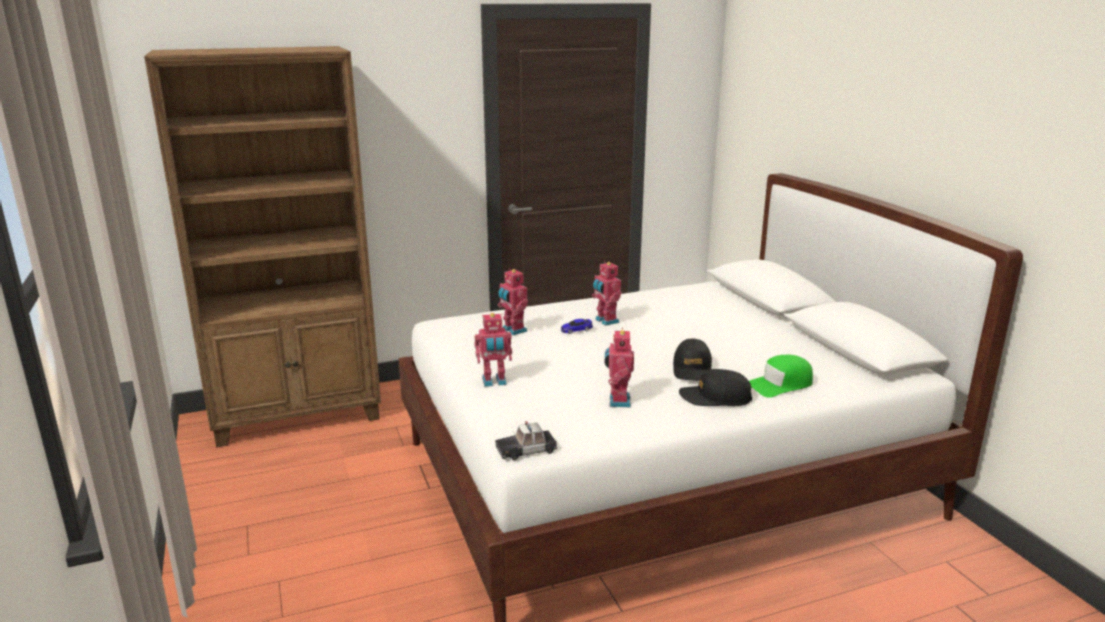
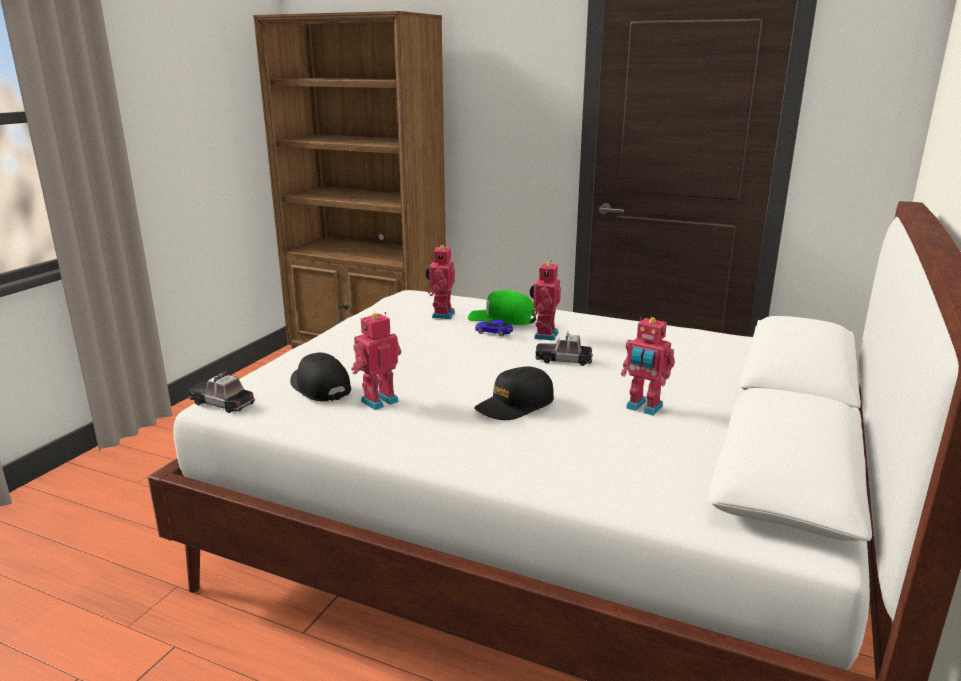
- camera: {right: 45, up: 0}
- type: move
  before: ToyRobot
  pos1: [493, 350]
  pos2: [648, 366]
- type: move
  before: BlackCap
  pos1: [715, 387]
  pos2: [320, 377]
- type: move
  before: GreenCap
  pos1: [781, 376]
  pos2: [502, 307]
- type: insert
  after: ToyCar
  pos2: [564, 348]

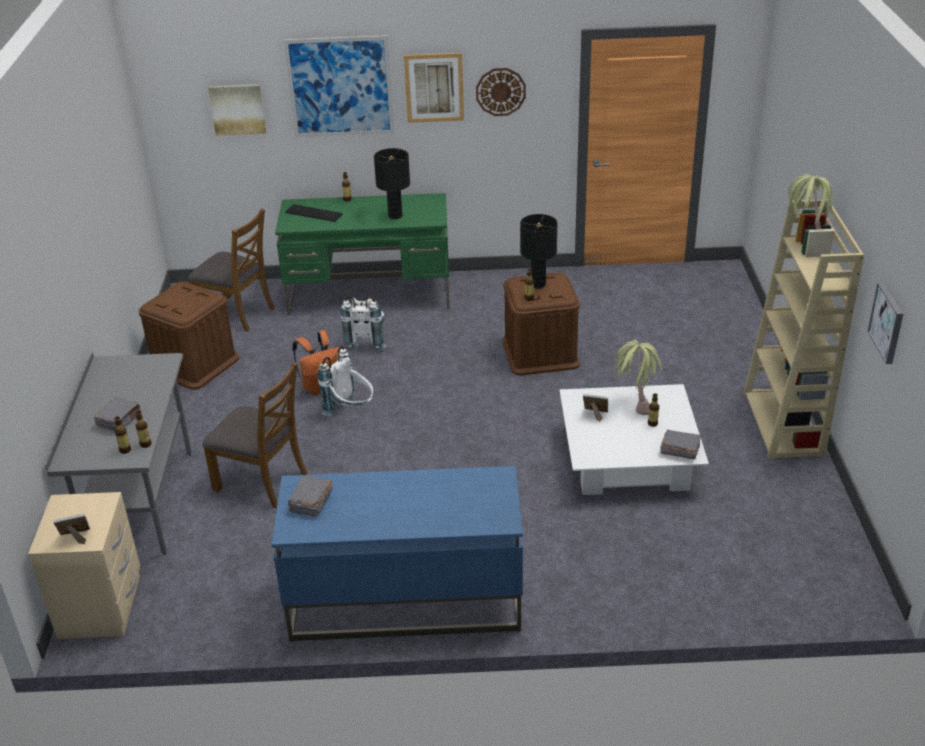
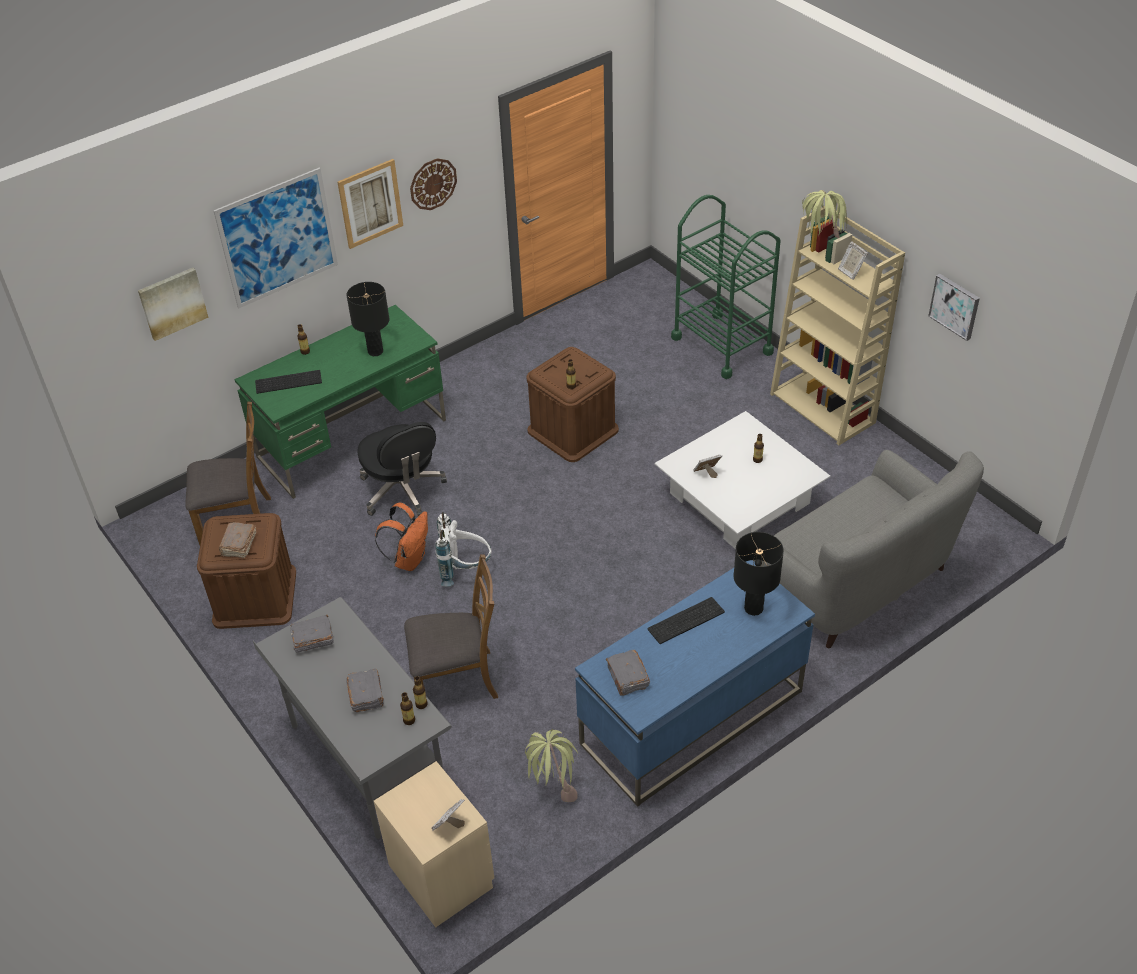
- camera: {right: -35, up: 10}
- type: replace
  before: WhiteBackpack
  after: BlackOfficeChair
  pos1: [363, 324]
  pos2: [402, 469]
- type: move
  before: BlackTableLamp
  pos1: [539, 251]
  pos2: [758, 574]
- type: move
  before: PottedPlant
  pos1: [638, 377]
  pos2: [551, 765]
- type: move
  before: GreyBook
  pos1: [680, 444]
  pos2: [312, 634]
- type: insert
  after: BrownBook
  pos2: [237, 540]
- type: insert
  after: Keyboard
  pos2: [686, 620]
- type: insert
  after: GreenCart
  pos2: [726, 287]
- type: insert
  after: GreySofa
  pos2: [868, 549]
- type: insert
  after: PictureFrame
  pos2: [853, 260]

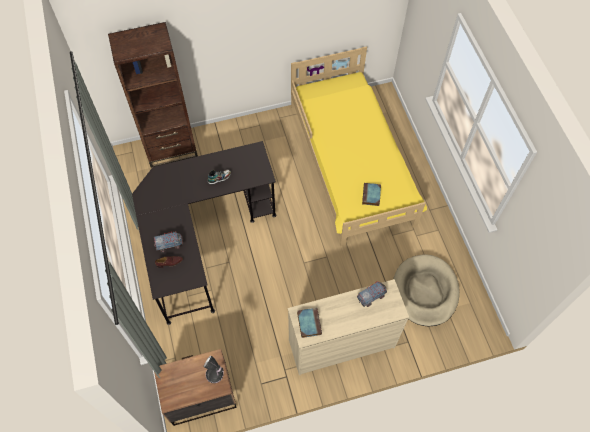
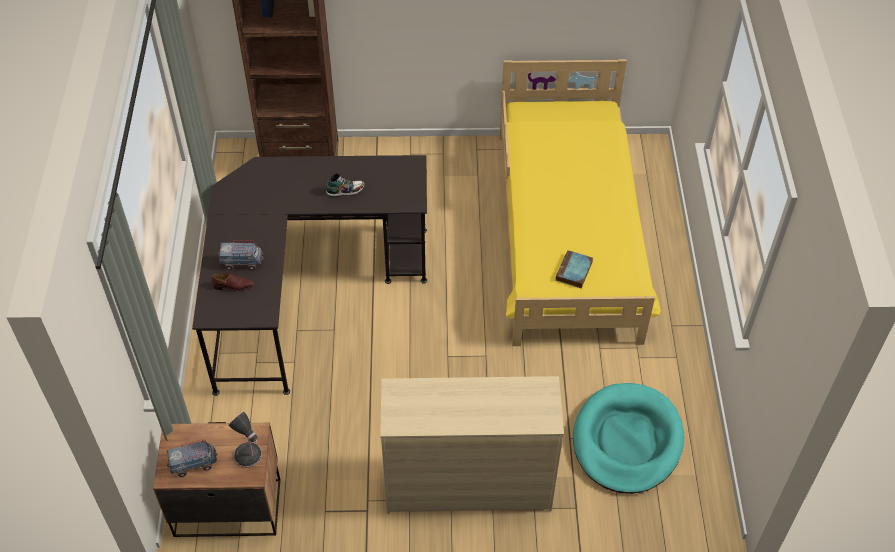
- camera: {right: 15, up: -10}
- type: delete
  before: Book
  pos1: [309, 323]
- type: move
  before: ToyTruck
  pos1: [372, 294]
  pos2: [192, 458]
- type: recolor
  before: BeigeDogBed
  after: TurquoiseDogBed
  pos1: [427, 290]
  pos2: [628, 438]

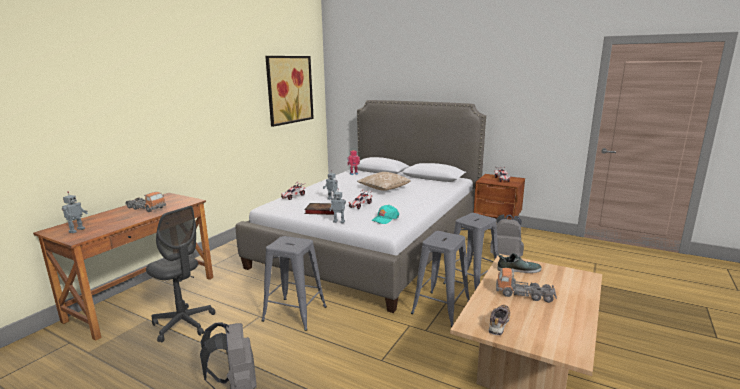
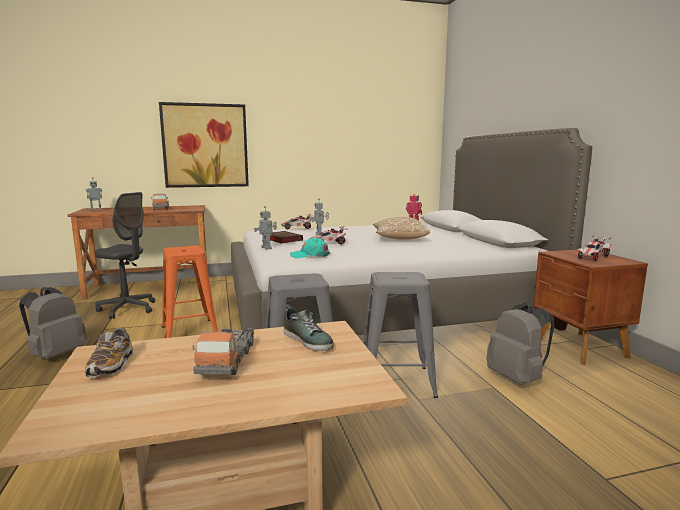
- camera: {right: 45, up: -5}
- type: rotate
  before: GreyOfficeChair
  pos1: [180, 274]
  pos2: [125, 255]
  turn: -60
- type: recolor
  before: GreyStool
  after: OrangeStool
  pos1: [294, 283]
  pos2: [190, 291]
- type: move
  before: Picture
  pos1: [289, 91]
  pos2: [204, 145]
- type: rotate
  before: Shoe
  pos1: [499, 320]
  pos2: [109, 352]
  turn: 105
- type: rotate
  before: ToyTruck
  pos1: [526, 285]
  pos2: [223, 351]
  turn: -150

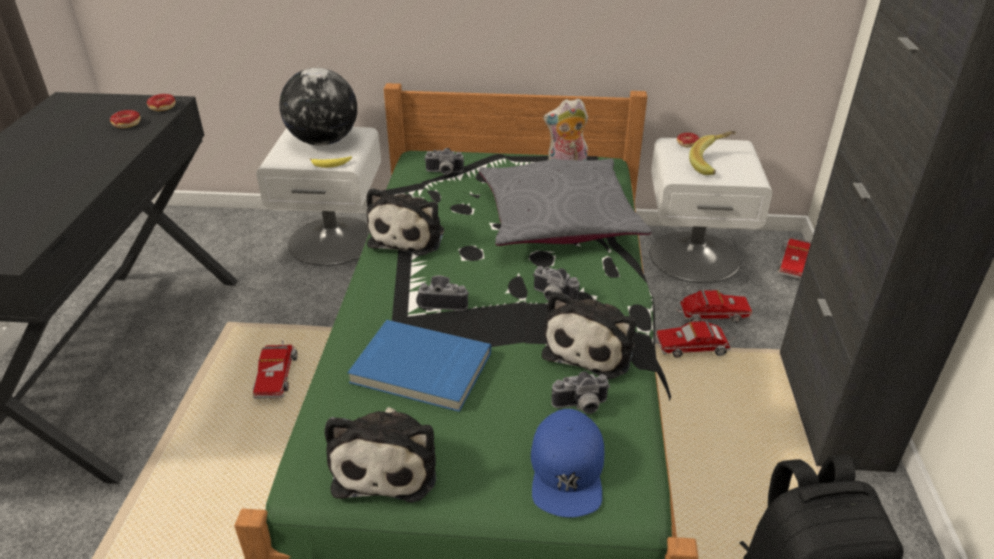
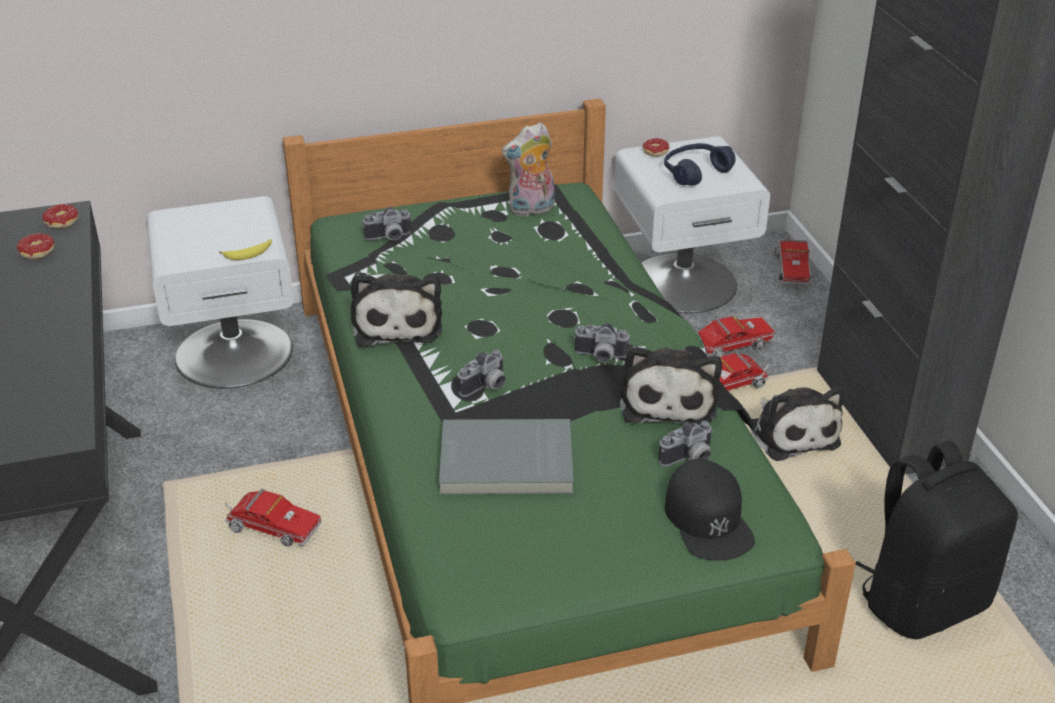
- camera: {right: -20, up: 0}
- type: rotate
  before: ToyTruck
  pos1: [274, 369]
  pos2: [273, 518]
  turn: -45
- type: delete
  before: Globe
  pos1: [318, 107]
- type: move
  before: PlushToy
  pos1: [380, 455]
  pos2: [797, 424]
- type: recolor
  before: BlueBook
  after: GreyBook
  pos1: [419, 366]
  pos2: [506, 457]
- type: rotate
  before: PhotoCamera
  pos1: [443, 293]
  pos2: [481, 373]
  turn: 150
- type: delete
  before: GreyPillow
  pos1: [565, 202]
- type: recolor
  before: BlueCap
  after: BlackCap
  pos1: [567, 463]
  pos2: [710, 509]
- type: replace
  before: Banana
  after: BlueHeadphones
  pos1: [712, 153]
  pos2: [700, 164]

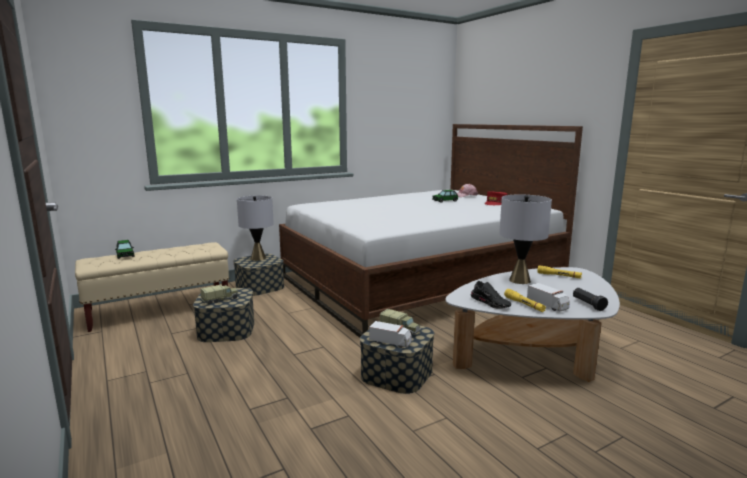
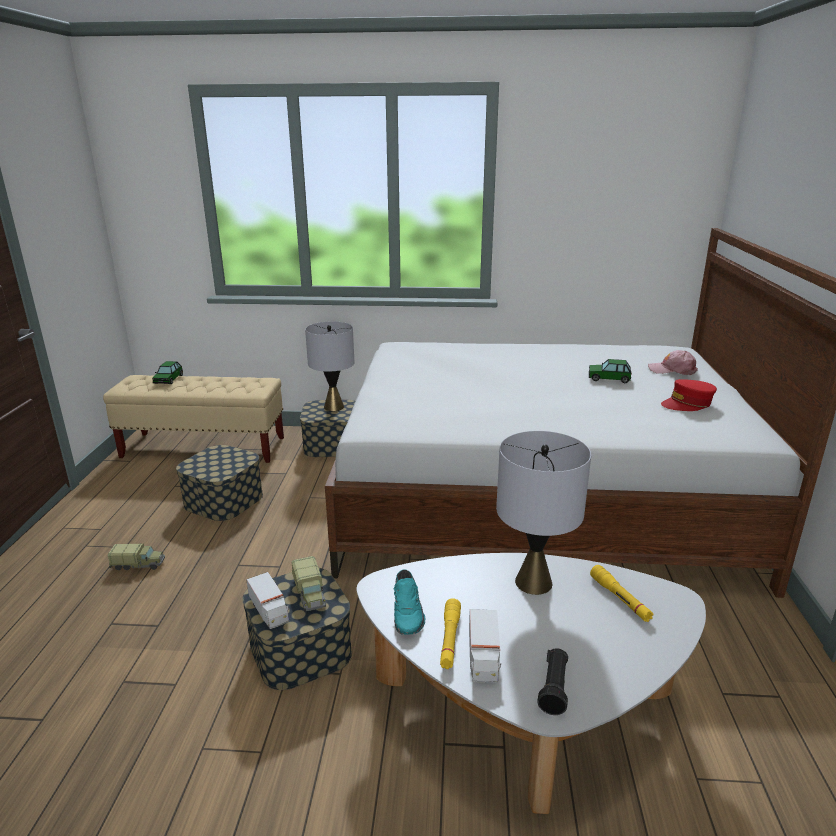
- camera: {right: 35, up: 10}
- type: move
  before: ToyTruck
  pos1: [219, 295]
  pos2: [136, 557]
- type: recolor
  before: BlackShoe
  after: TurquoiseShoe
  pos1: [491, 295]
  pos2: [409, 602]

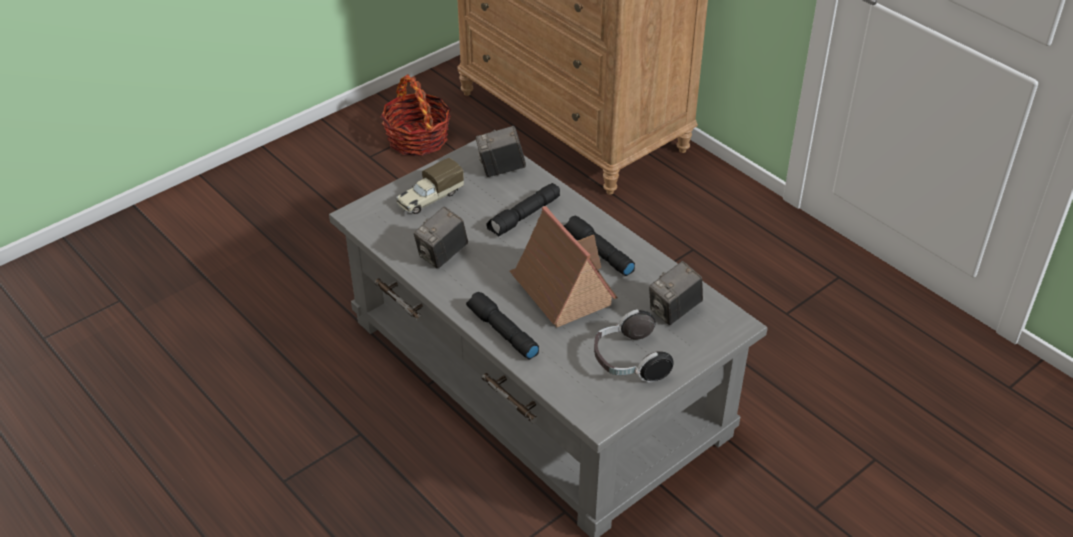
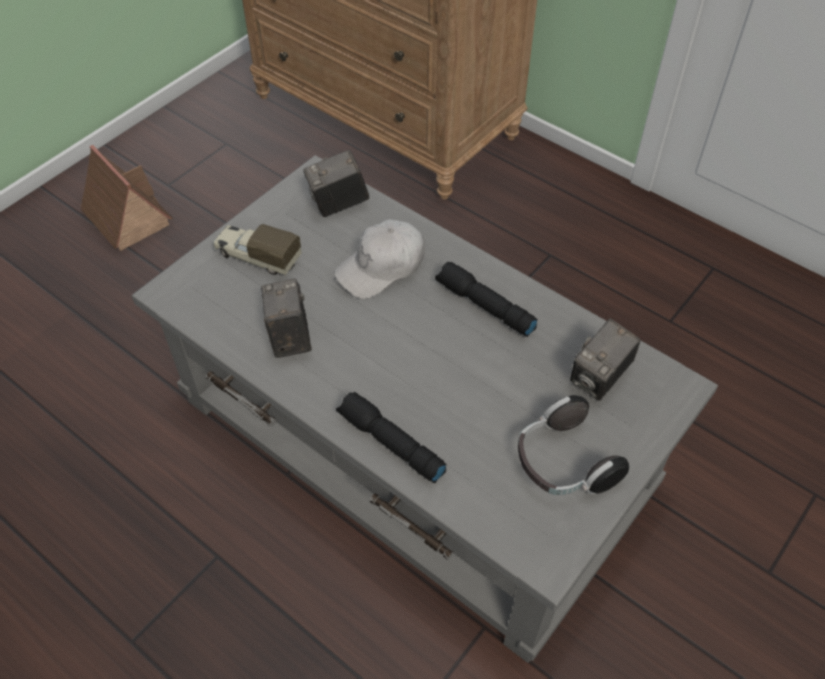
- camera: {right: -10, up: 10}
- type: delete
  before: Basket
  pos1: [415, 115]
- type: rotate
  before: ToyTruck
  pos1: [430, 186]
  pos2: [257, 249]
  turn: 75
- type: rotate
  before: PhotoCamera
  pos1: [441, 238]
  pos2: [286, 318]
  turn: 135
- type: replace
  before: BlackFlashlight
  after: WhiteCap
  pos1: [523, 210]
  pos2: [379, 259]
- type: move
  before: ToyHouse
  pos1: [563, 267]
  pos2: [127, 198]

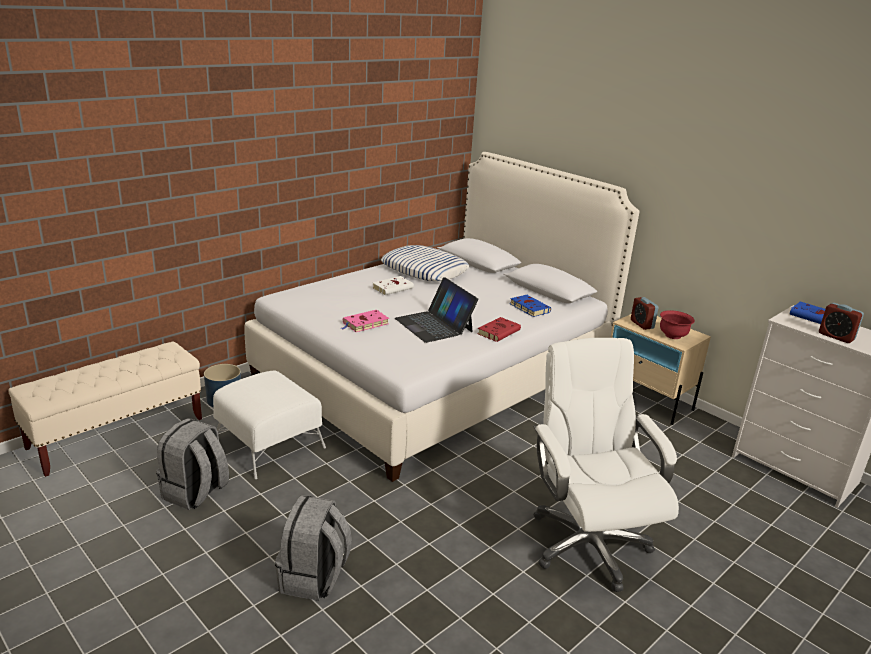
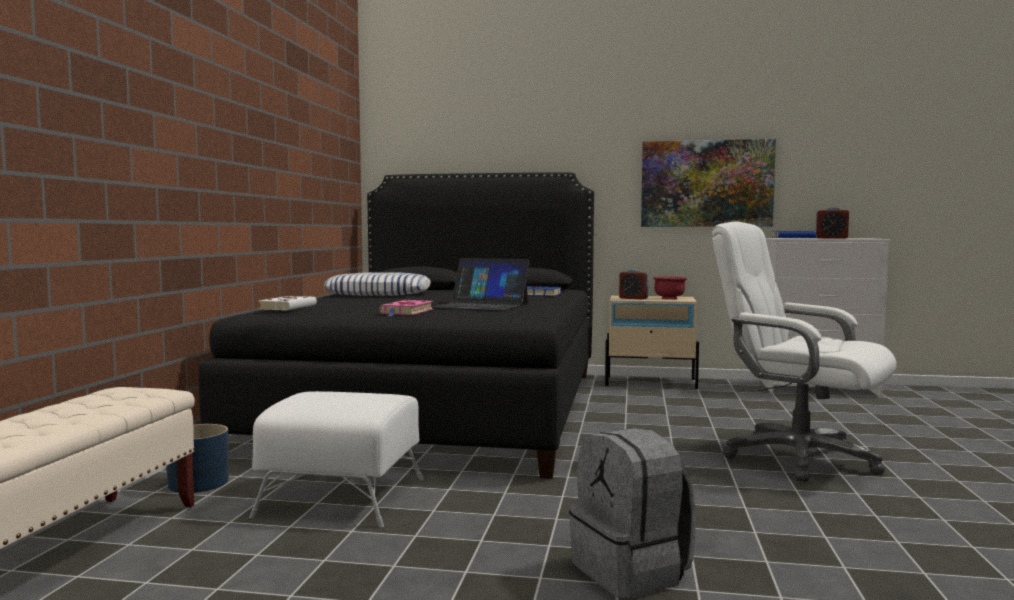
- camera: {right: -35, up: -20}
- type: delete
  before: GreyBackpack
  pos1: [192, 464]
- type: recolor
  before: WhiteBed
  after: BlackBed
  pos1: [441, 317]
  pos2: [396, 325]
- type: move
  before: WhiteBook
  pos1: [393, 285]
  pos2: [288, 303]
- type: delete
  before: RedBook
  pos1: [499, 329]
- type: insert
  after: Picture
  pos2: [708, 183]

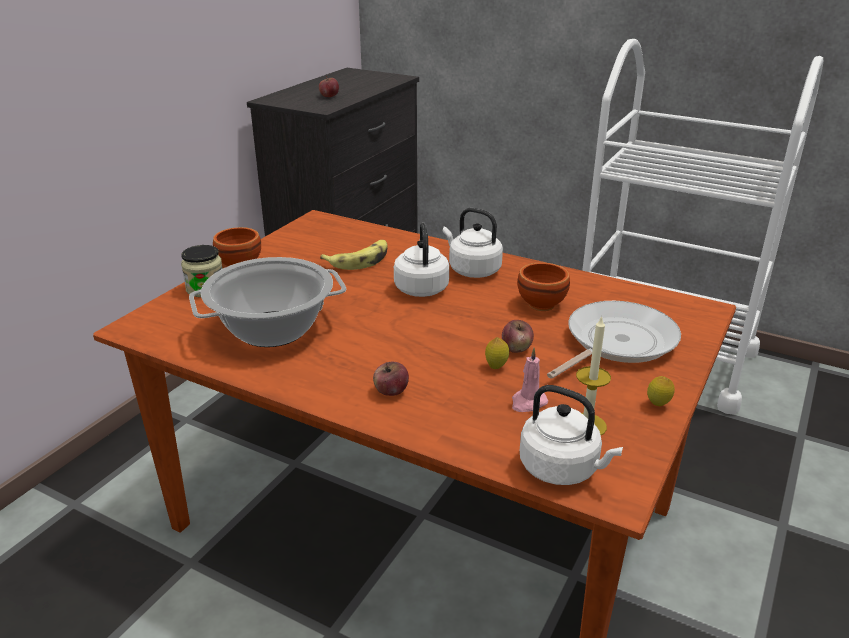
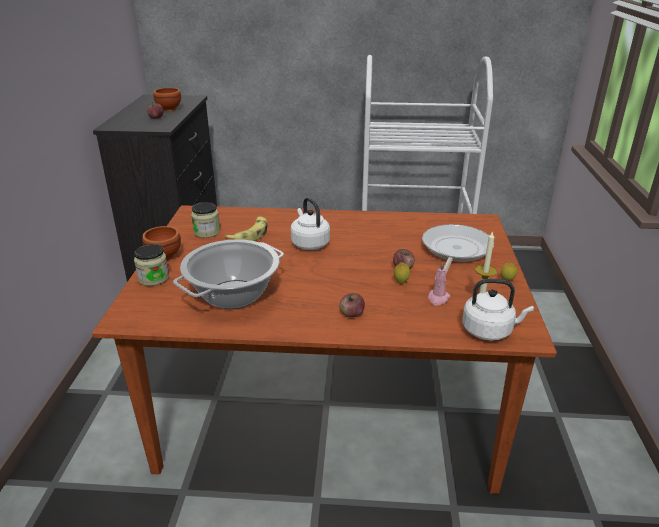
- camera: {right: -25, up: 0}
- type: delete
  before: WhiteKettle
  pos1: [473, 243]
- type: move
  before: BrownBowl
  pos1: [543, 286]
  pos2: [167, 99]
- type: insert
  after: Jar
  pos2: [205, 220]

